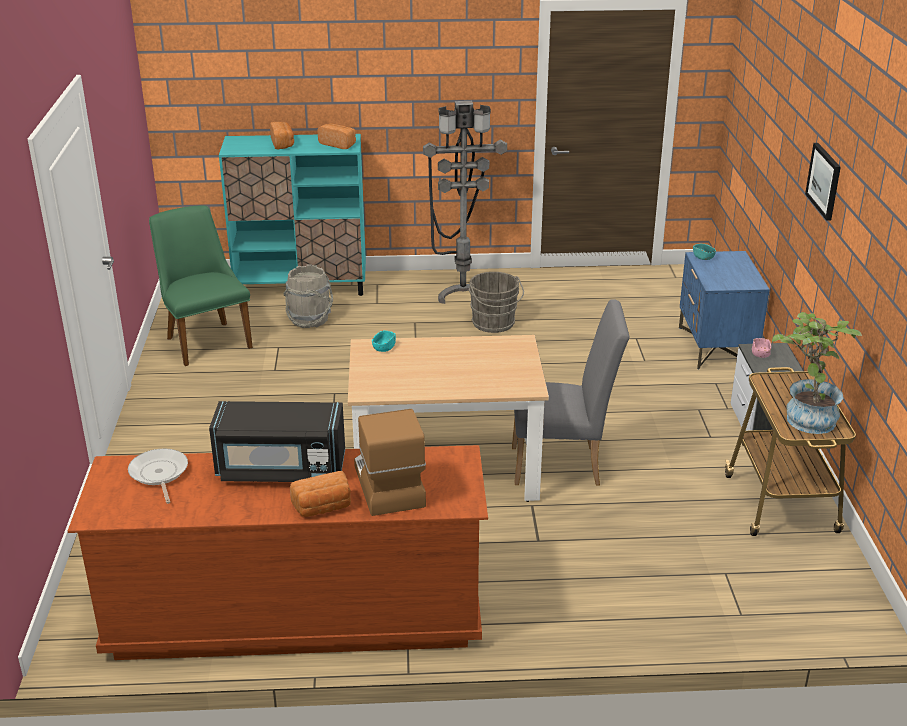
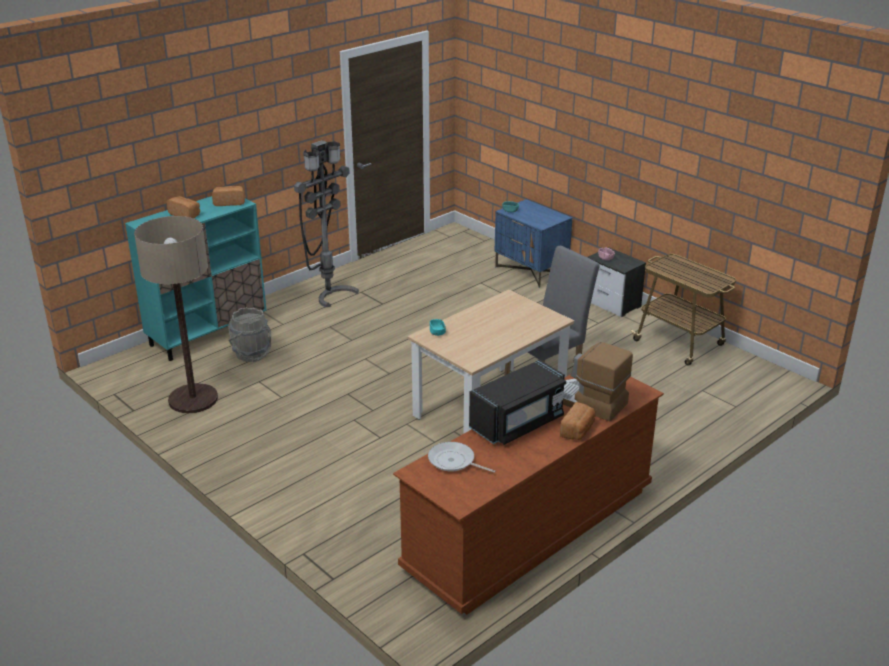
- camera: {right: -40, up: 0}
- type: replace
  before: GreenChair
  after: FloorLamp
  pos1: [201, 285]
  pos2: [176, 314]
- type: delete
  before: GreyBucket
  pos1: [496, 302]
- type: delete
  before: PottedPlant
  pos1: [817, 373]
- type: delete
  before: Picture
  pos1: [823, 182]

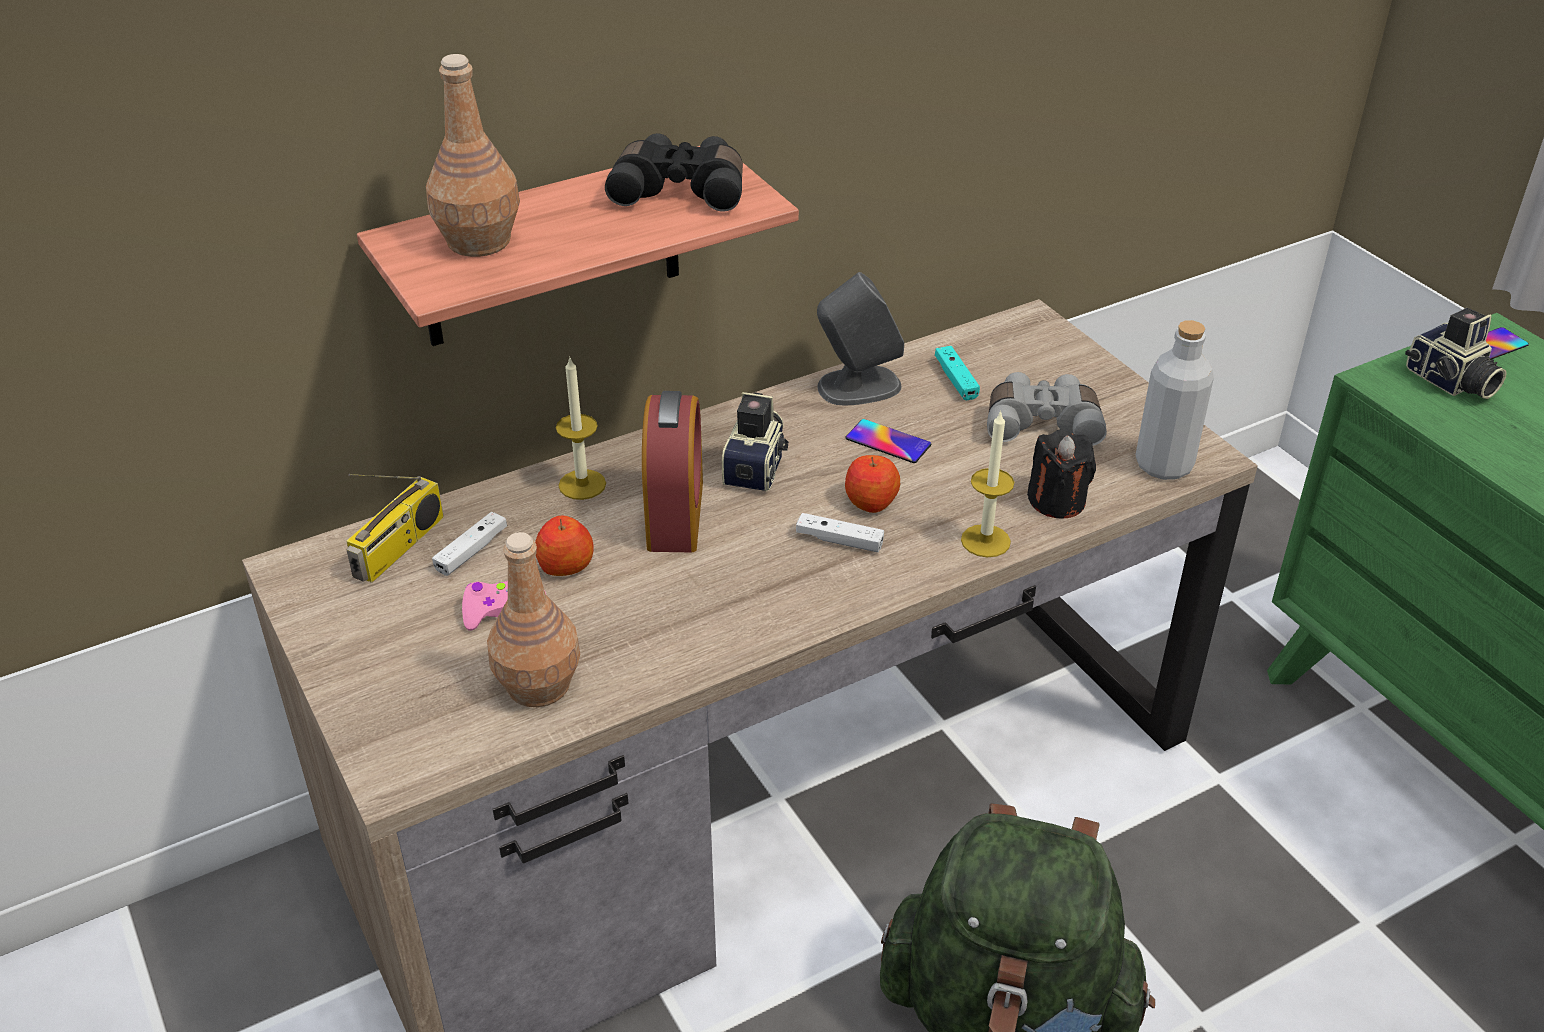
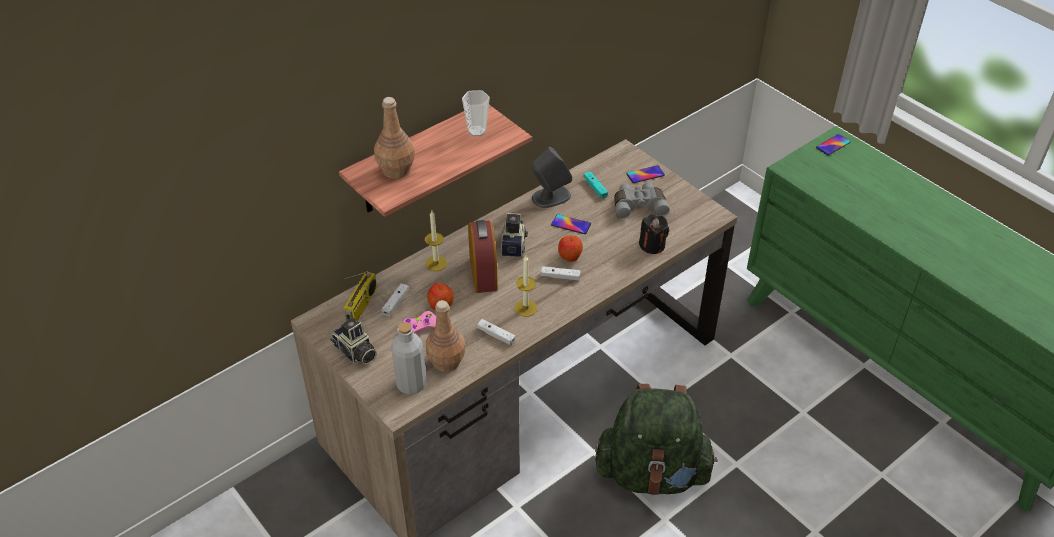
- camera: {right: -10, up: 5}
- type: replace
  before: BlackBinoculars
  after: Cup
  pos1: [674, 172]
  pos2: [476, 113]
- type: move
  before: Candle
  pos1: [987, 483]
  pos2: [525, 286]
- type: move
  before: GreyBottle
  pos1: [1174, 400]
  pos2: [409, 358]
- type: move
  before: PhotoCamera
  pos1: [1456, 353]
  pos2: [354, 341]
- type: insert
  after: WhiteGameController
  pos2: [496, 332]
- type: insert
  after: Phone
  pos2: [646, 174]

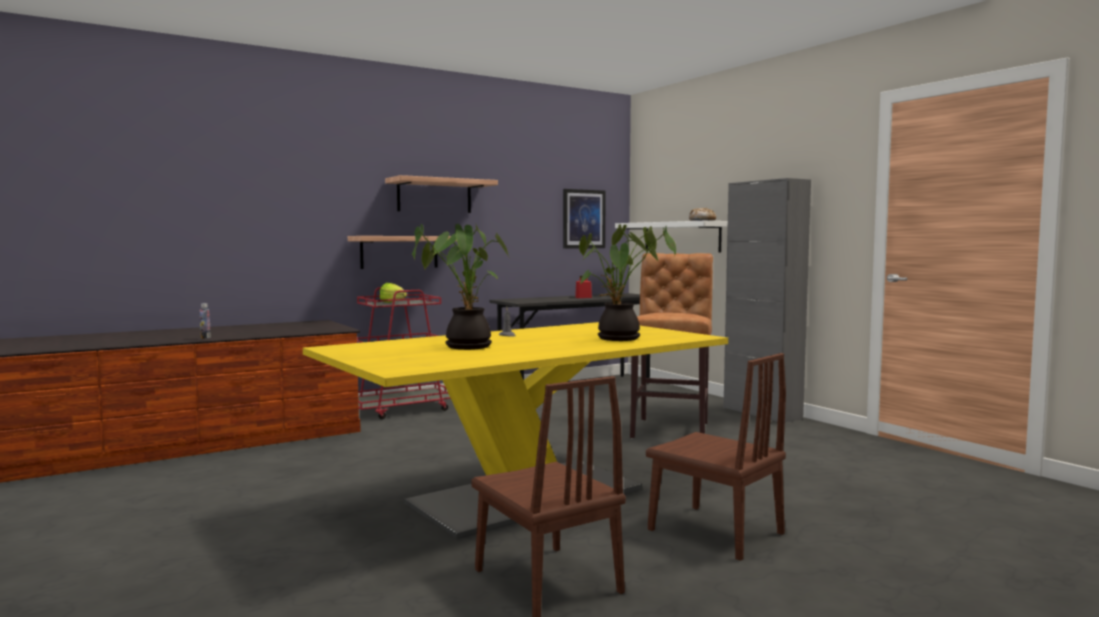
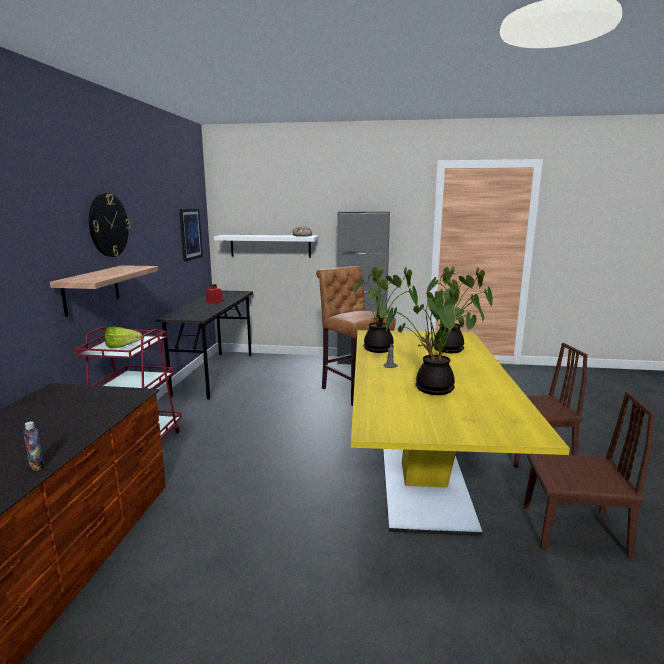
- camera: {right: -50, up: 10}
- type: replace
  before: Shelf
  after: WallClock
  pos1: [441, 194]
  pos2: [109, 225]
- type: insert
  after: PottedPlant
  pos2: [385, 309]

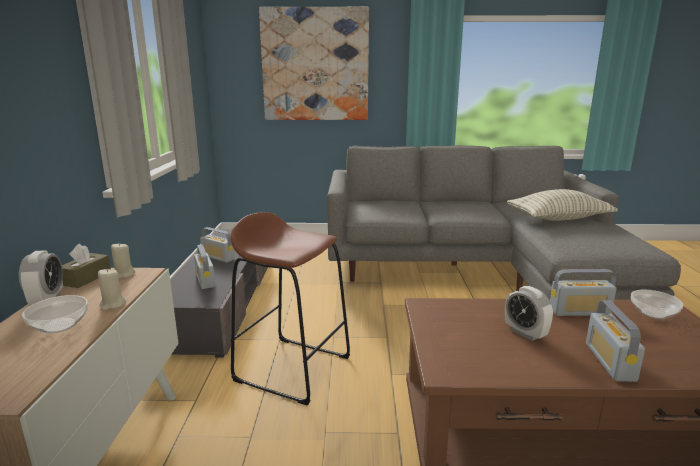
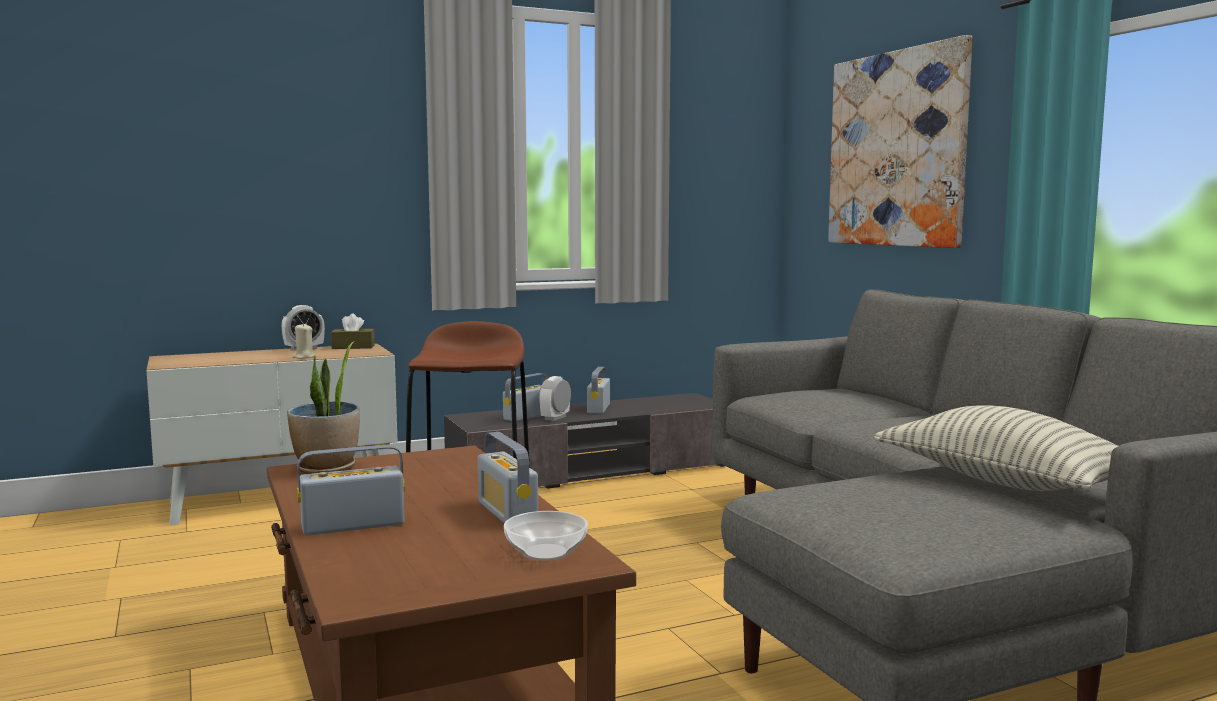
- camera: {right: 65, up: -10}
- type: delete
  before: Bowl
  pos1: [55, 314]
- type: delete
  before: BeigeCandle
  pos1: [123, 261]
- type: move
  before: AlarmClock
  pos1: [529, 313]
  pos2: [555, 398]
- type: insert
  after: PottedPlant
  pos2: [323, 407]

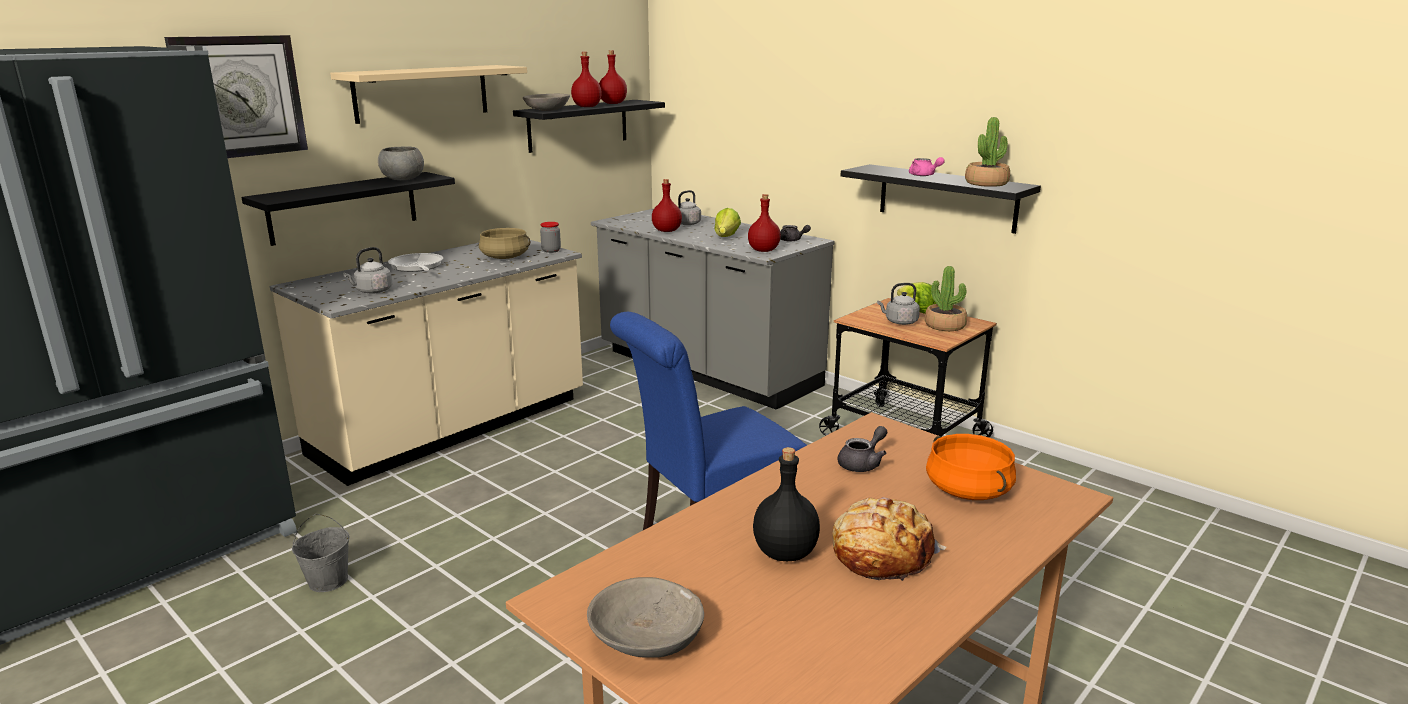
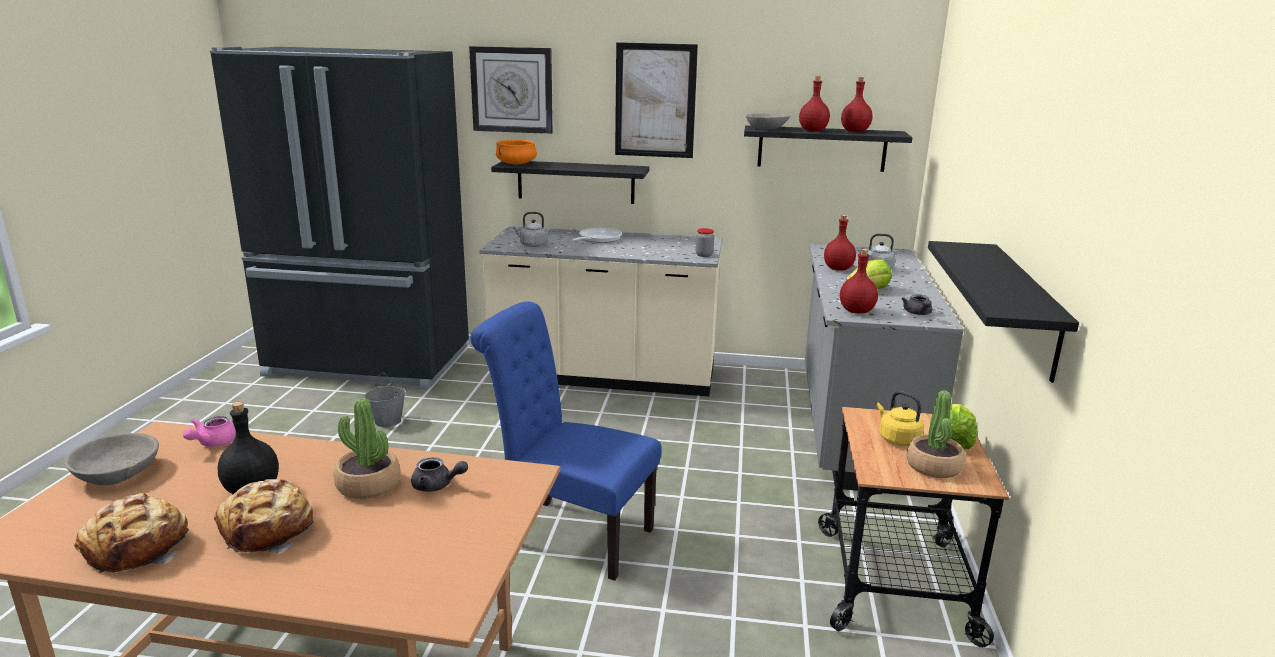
- camera: {right: 55, up: 0}
- type: replace
  before: BeigeShelf
  after: Picture
  pos1: [428, 94]
  pos2: [656, 100]
- type: delete
  before: GreyBowl
  pos1: [401, 163]
- type: delete
  before: BeigeCookingPot
  pos1: [504, 243]
- type: recolor
  before: GreyKettle
  after: YellowKettle
  pos1: [898, 304]
  pos2: [900, 418]
- type: move
  before: PinkTeapot
  pos1: [927, 166]
  pos2: [209, 431]
- type: move
  before: OrangeCookingPot
  pos1: [971, 467]
  pos2: [516, 152]
- type: move
  before: PottedPlant
  pos1: [987, 152]
  pos2: [367, 448]
- type: insert
  after: Bread
  pos2: [131, 533]

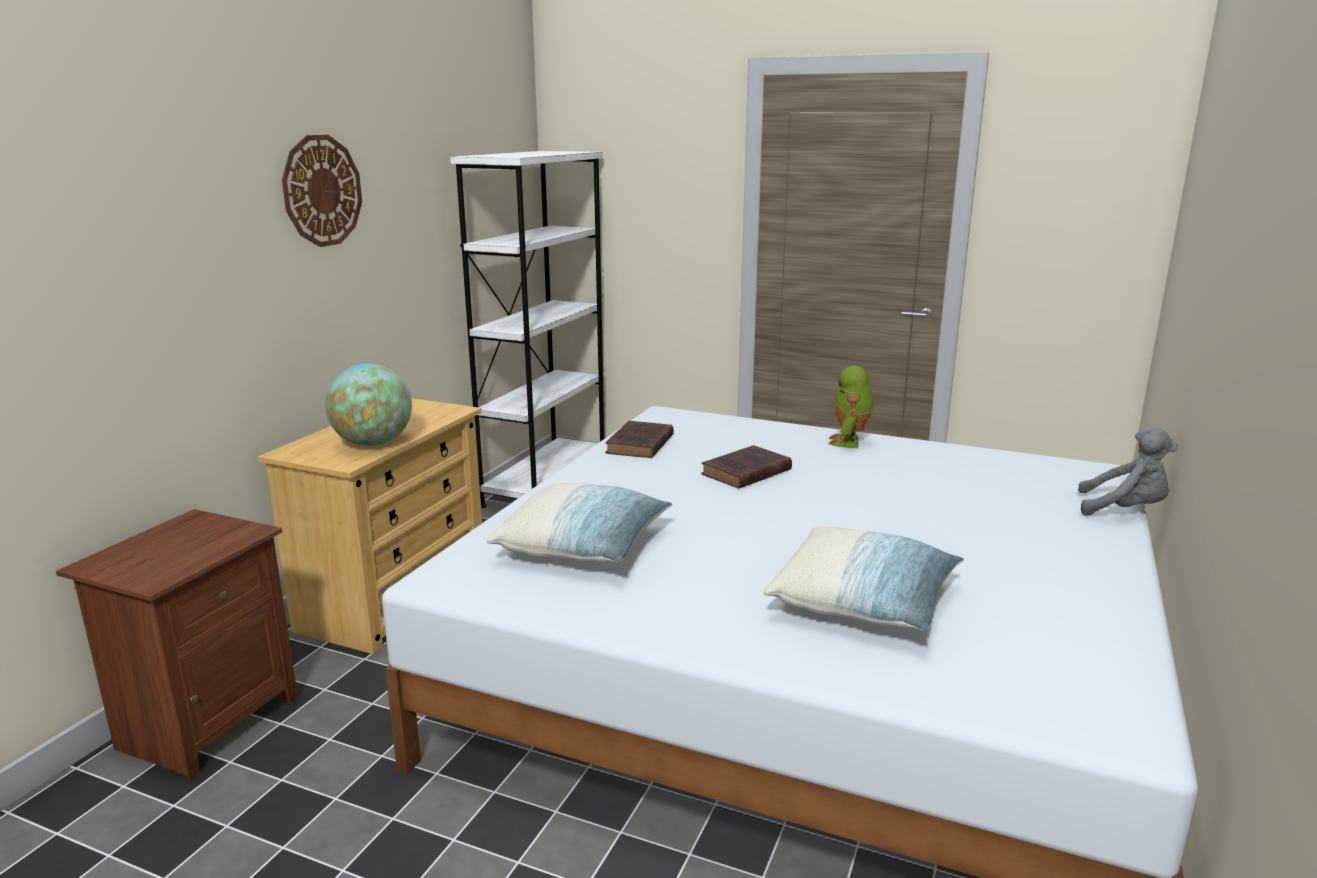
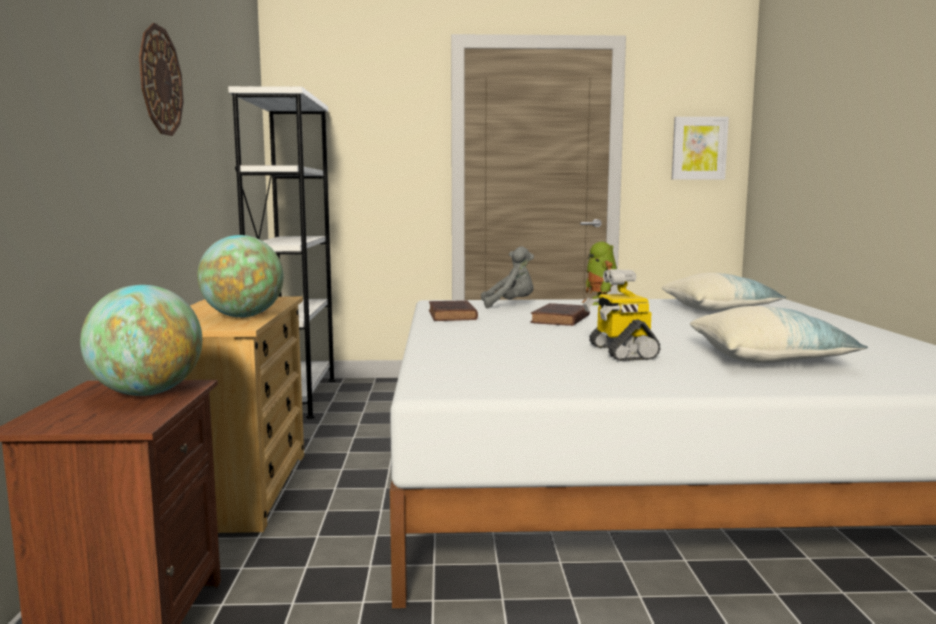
- camera: {right: -25, up: -10}
- type: move
  before: Pillow
  pos1: [579, 523]
  pos2: [724, 292]
- type: move
  before: GreyPlushToy
  pos1: [1128, 472]
  pos2: [507, 277]
- type: insert
  after: Globe
  pos2: [141, 340]
- type: insert
  after: ToyRobot
  pos2: [622, 315]
- type: insert
  after: Picture
  pos2: [700, 148]

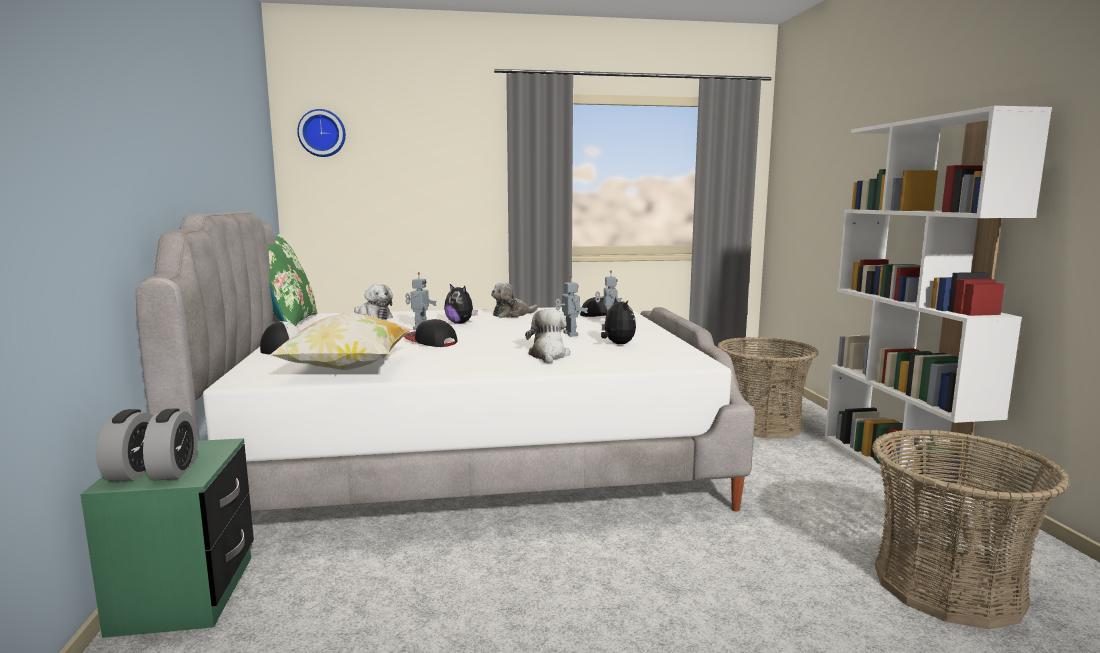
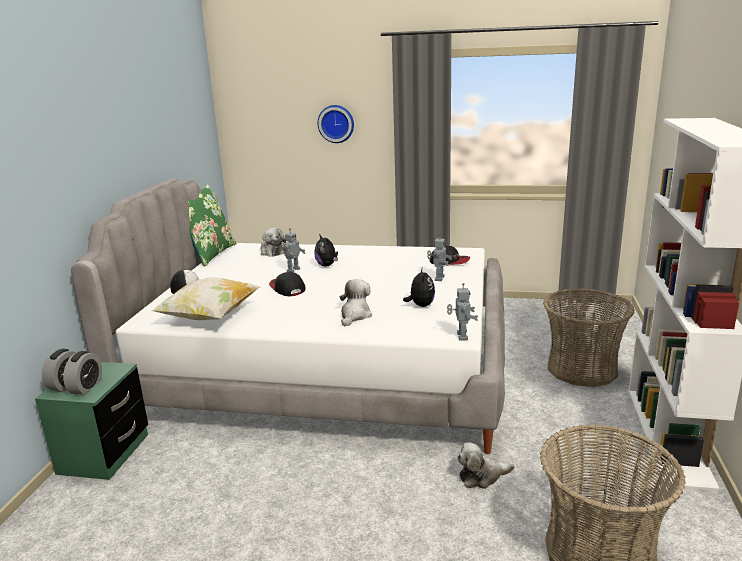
- camera: {right: 20, up: 10}
- type: move
  before: WallClock
  pos1: [321, 133]
  pos2: [336, 124]
- type: move
  before: PlushToy
  pos1: [514, 300]
  pos2: [486, 465]
- type: move
  before: ToyRobot
  pos1: [572, 306]
  pos2: [462, 312]

